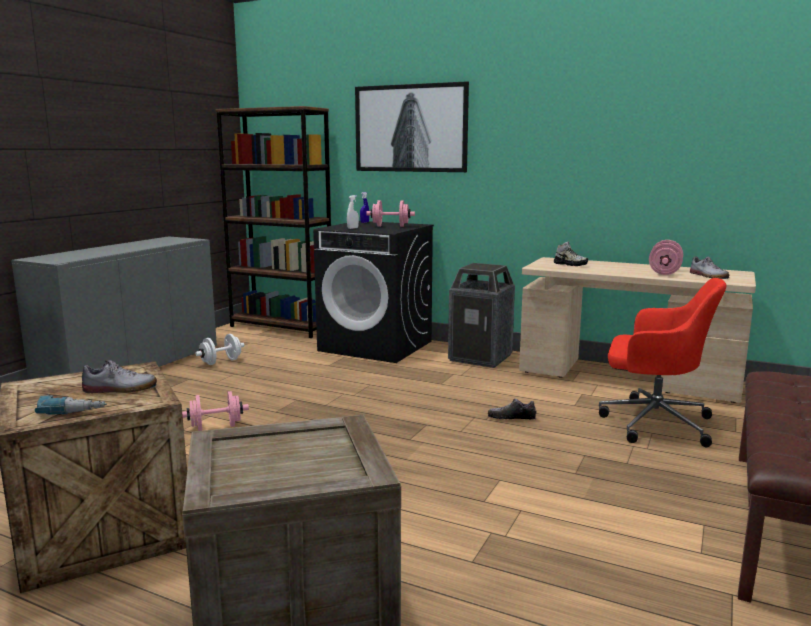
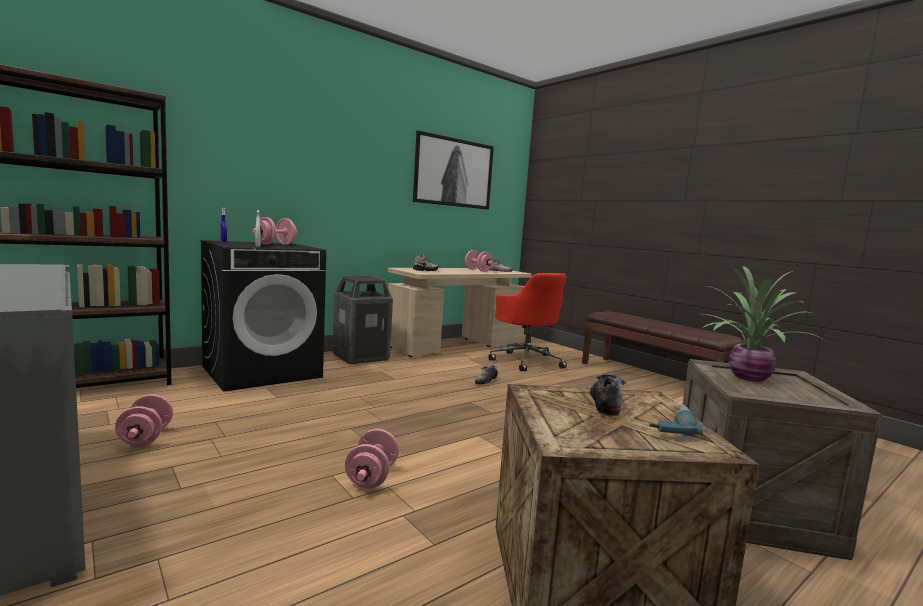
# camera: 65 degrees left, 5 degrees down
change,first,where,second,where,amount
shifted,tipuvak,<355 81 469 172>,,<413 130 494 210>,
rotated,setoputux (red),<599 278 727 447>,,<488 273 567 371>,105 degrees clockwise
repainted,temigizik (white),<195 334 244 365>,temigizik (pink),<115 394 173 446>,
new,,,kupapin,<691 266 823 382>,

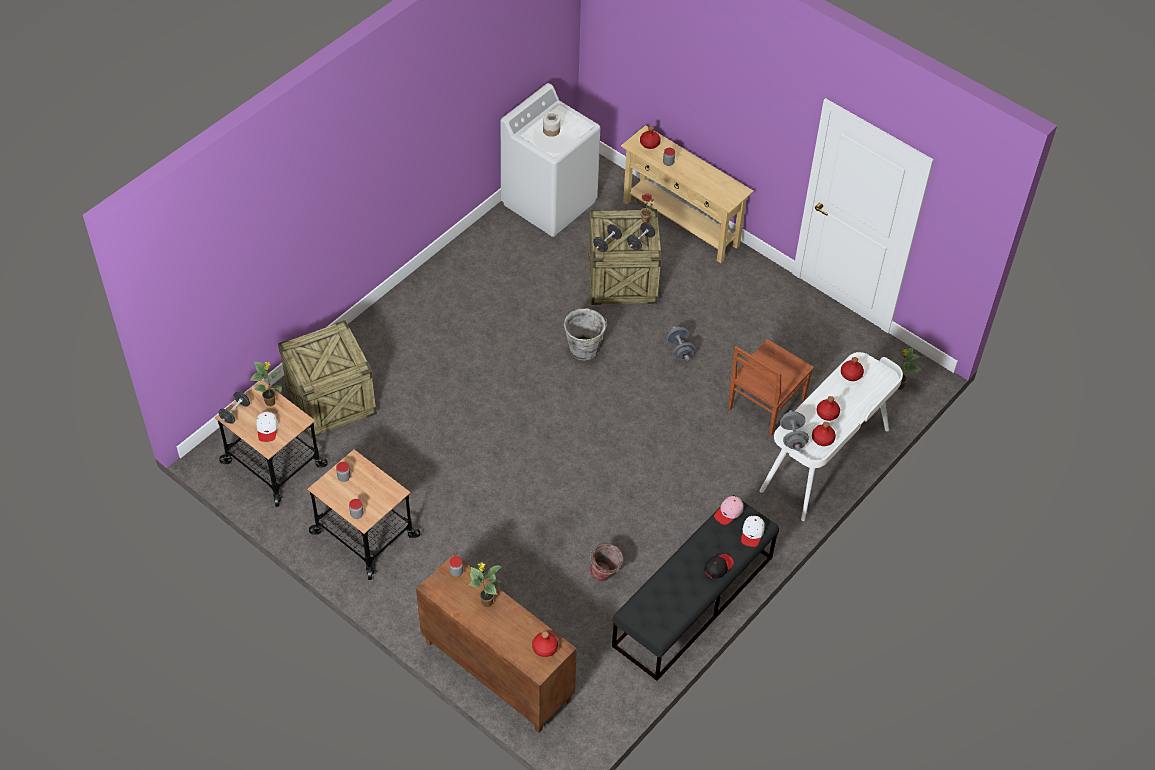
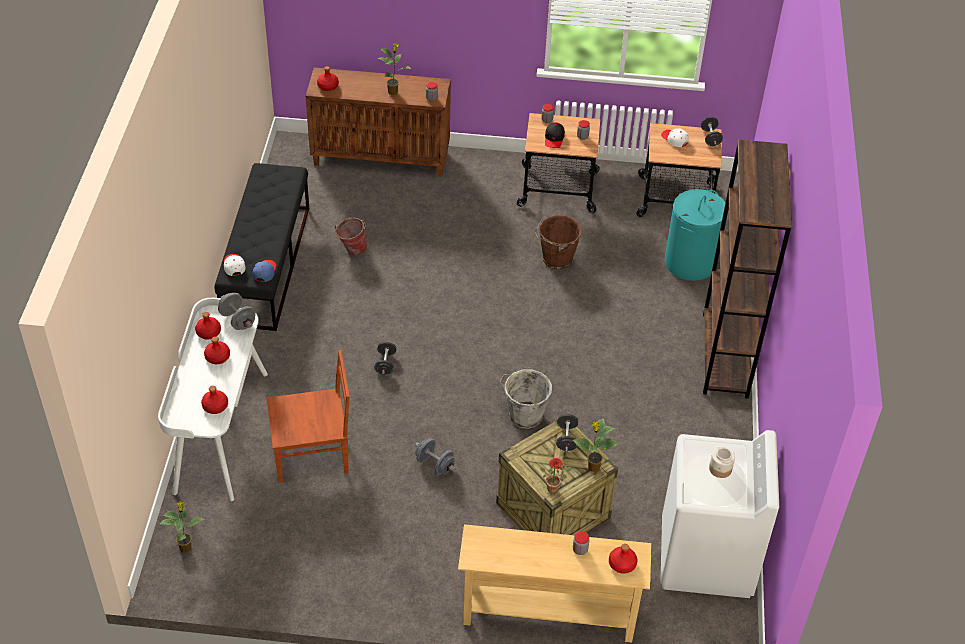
# camera: 145 degrees right, 5 degrees down
change,first,where,second,where,amount
shifted,temigizik (black),<627 222 655 250>,,<374 342 396 374>,
swapped,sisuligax,<278 320 377 438>,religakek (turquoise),<665 189 726 281>,
rotated,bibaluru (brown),<728 339 814 436>,,<267 350 350 483>,75 degrees clockwise
shifted,kupapin,<250 362 282 406>,,<573 419 619 472>,
repainted,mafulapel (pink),<714 496 743 525>,mafulapel (blue),<253 260 276 282>,
shifted,mafulapel (black),<704 554 734 579>,,<545 123 565 148>,
new,,,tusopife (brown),<703 139 792 399>,
new,,,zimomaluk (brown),<534 215 582 269>,

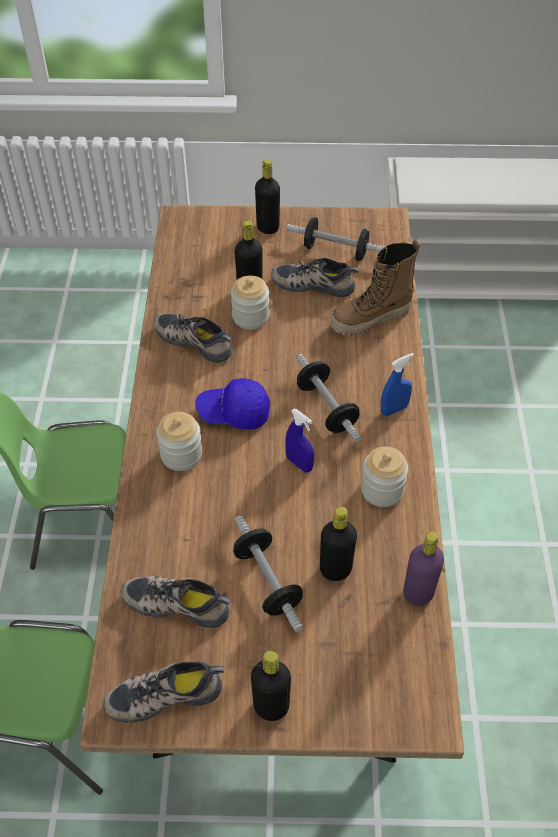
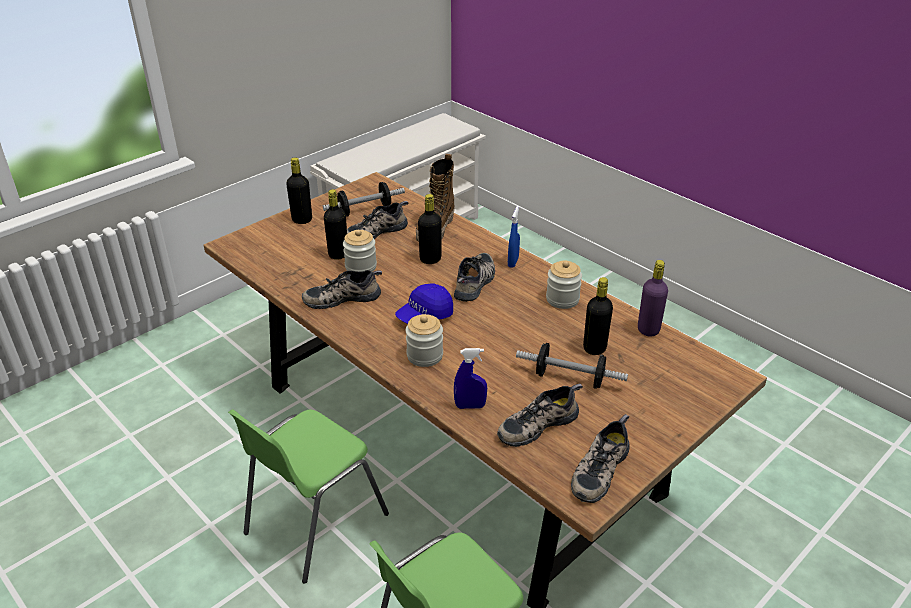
# camera: 45 degrees left, 15 degrees down
change,first,where,second,where,amount
swapped,temigizik,<296 354 362 443>,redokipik,<454 253 495 302>,
shifted,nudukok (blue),<285 409 314 472>,,<454 348 487 409>,
shifted,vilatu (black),<251 651 291 721>,,<418 194 442 264>,

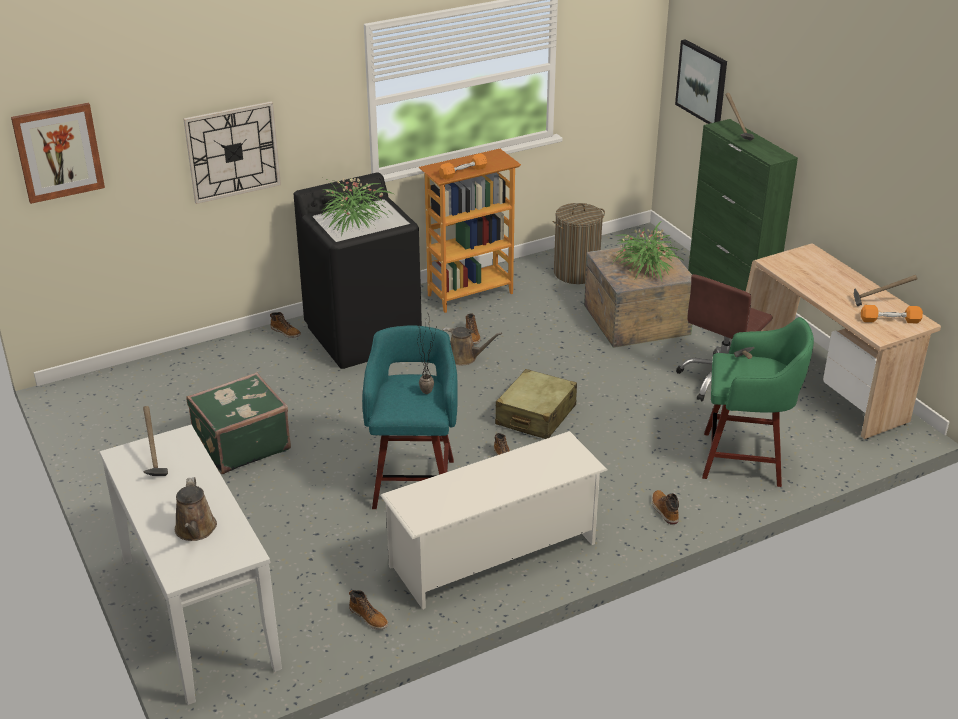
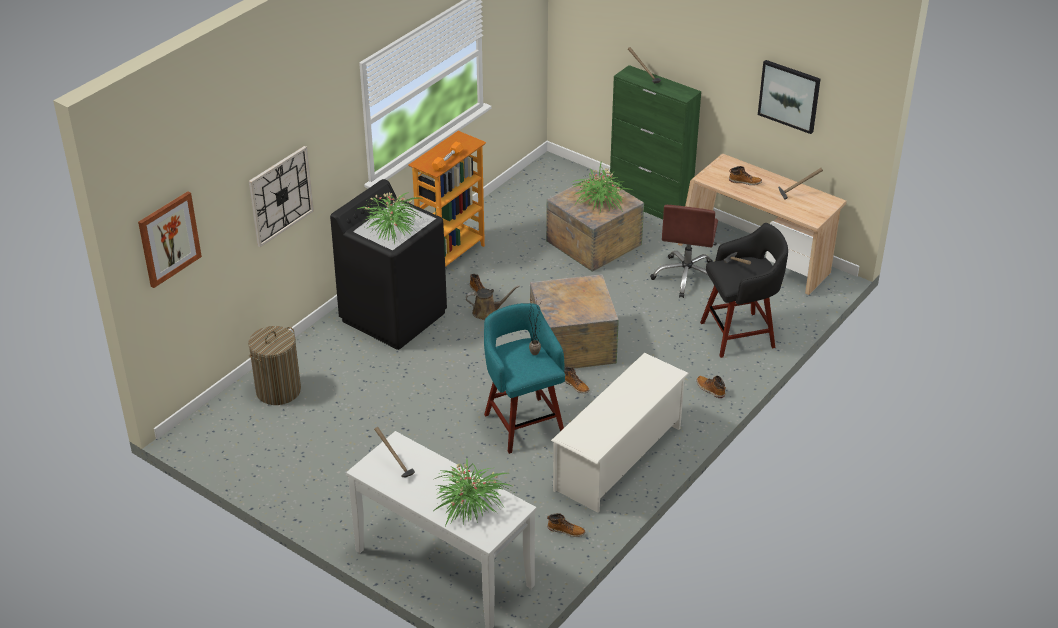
# camera: 25 degrees left, 5 degrees up
change,first,where,second,where,amount
shifted,tipuvak,<675 39 727 124>,,<758 60 821 134>,
shifted,religakek,<552 203 605 284>,,<248 326 301 405>,
gone,temigizik (orange),<861 305 923 323>,,,
shifted,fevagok,<270 312 301 338>,,<729 166 762 185>,
repainted,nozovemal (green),<702 317 814 487>,nozovemal (black),<700 223 788 358>,
swapped,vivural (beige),<495 369 577 439>,sisuligax,<530 274 619 368>,
gone,vivural (green),<186 372 291 474>,,,
swapped,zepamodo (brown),<175 477 217 541>,kupapin,<434 459 514 526>,

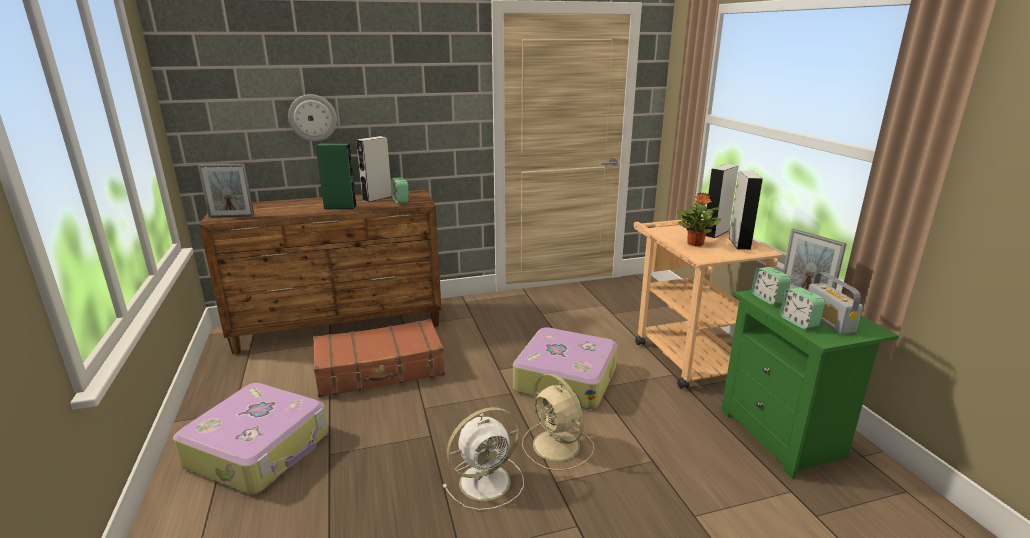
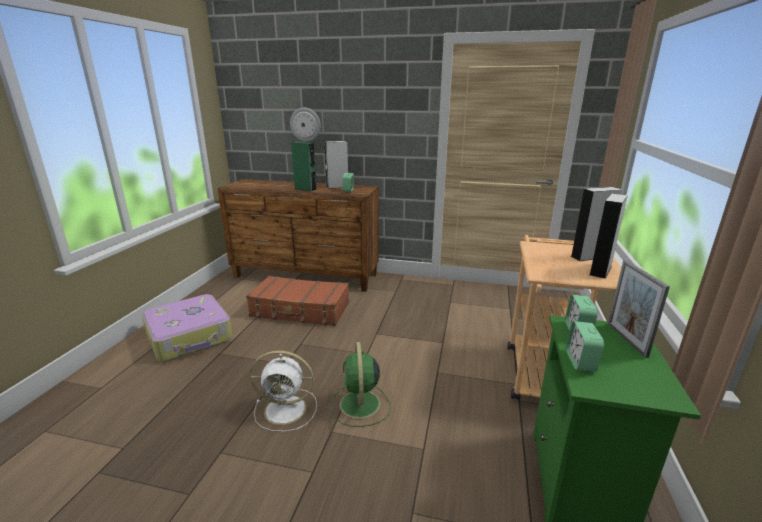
# camera: 30 degrees right, 0 degrees up
change,first,where,second,where,amount
gone,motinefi,<198 164 255 218>,,,
gone,kupapin,<677 192 721 246>,,,
gone,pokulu,<808 272 863 334>,,,
gone,vivural,<513 327 618 409>,,,
repainted,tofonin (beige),<522 373 594 471>,tofonin (green),<332 342 391 427>,

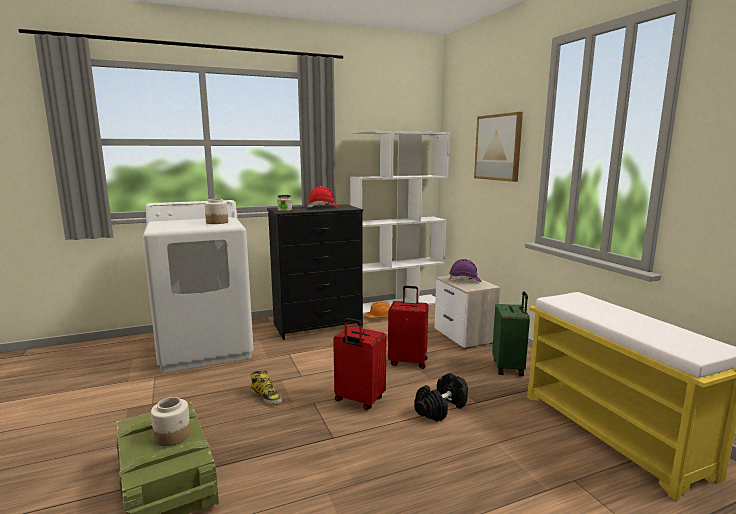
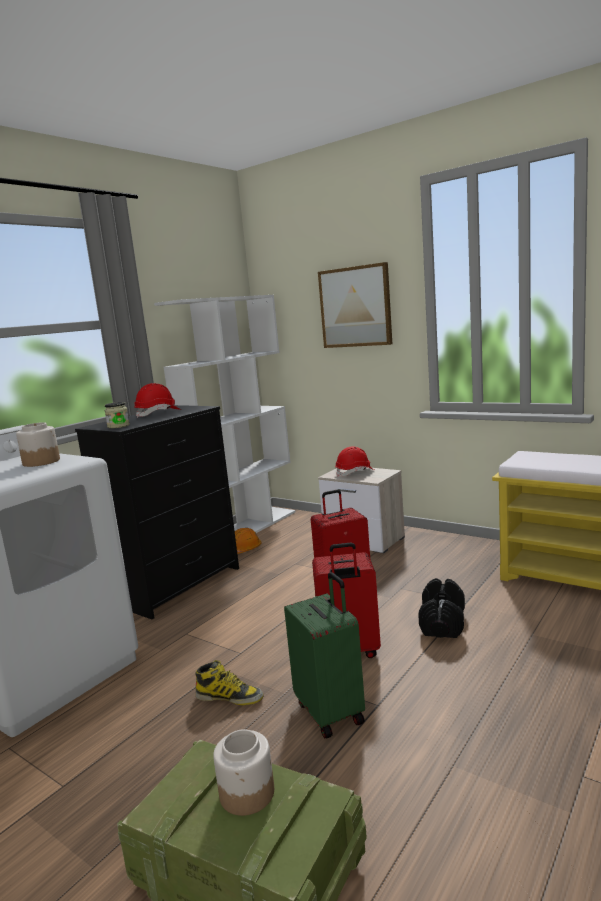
# camera: 30 degrees left, 0 degrees up
change,first,where,second,where,amount
repainted,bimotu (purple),<449 259 481 282>,bimotu (red),<335 446 374 477>,
shifted,vivural (green),<492 291 530 376>,,<284 572 365 738>,

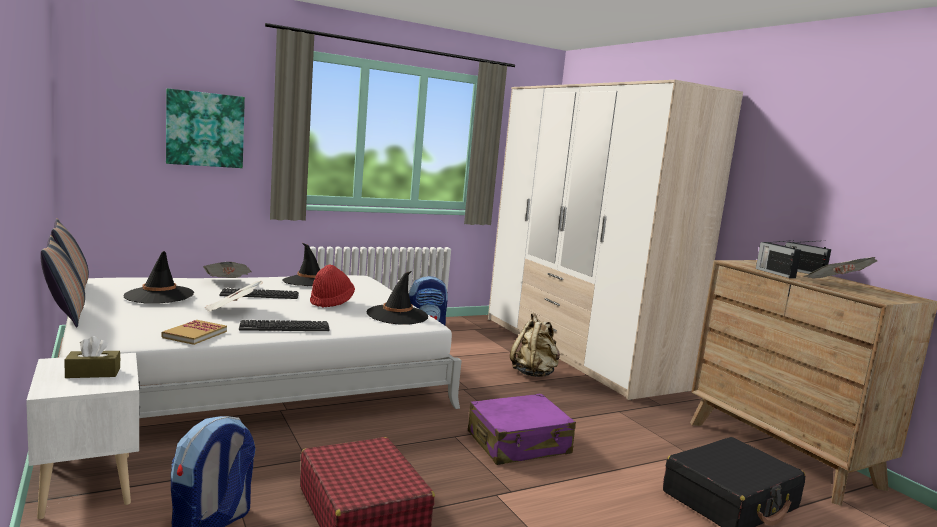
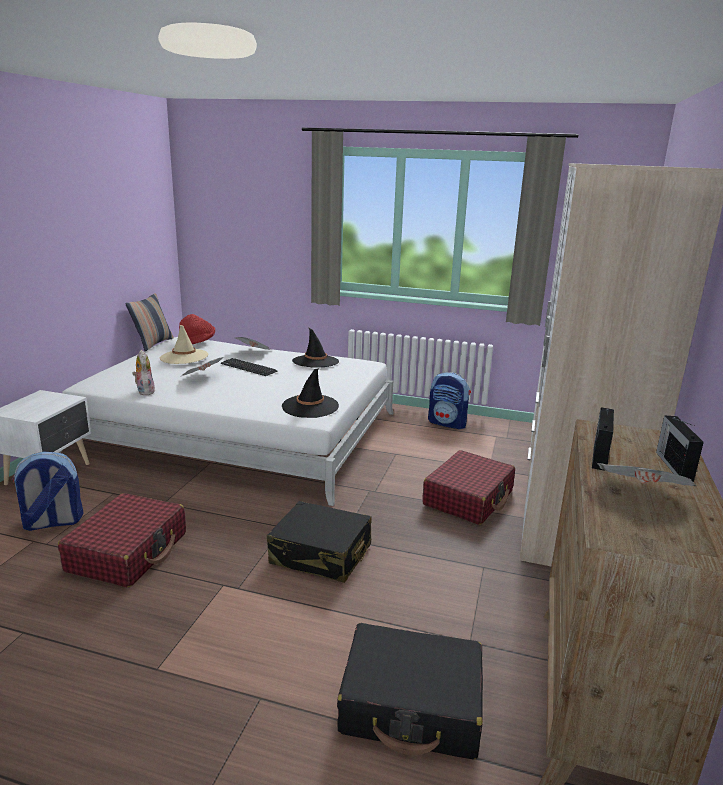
# camera: 45 degrees right, 10 degrees up
change,first,where,second,where,amount
gone,tipuvak,<166 88 245 168>,,,
gone,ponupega,<40 235 85 327>,,,
repainted,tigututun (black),<123 251 194 304>,tigututun (beige),<160 325 209 364>,
shifted,tigututun (red),<310 264 355 308>,,<179 314 215 344>,
swapped,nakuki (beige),<510 313 560 377>,vivural (red),<422 450 515 525>,
swapped,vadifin,<161 320 227 345>,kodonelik,<132 350 155 395>,
gone,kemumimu,<239 320 330 331>,,,
gone,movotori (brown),<64 336 120 378>,,,
repainted,vivural (purple),<468 394 576 465>,vivural (black),<267 501 372 583>,

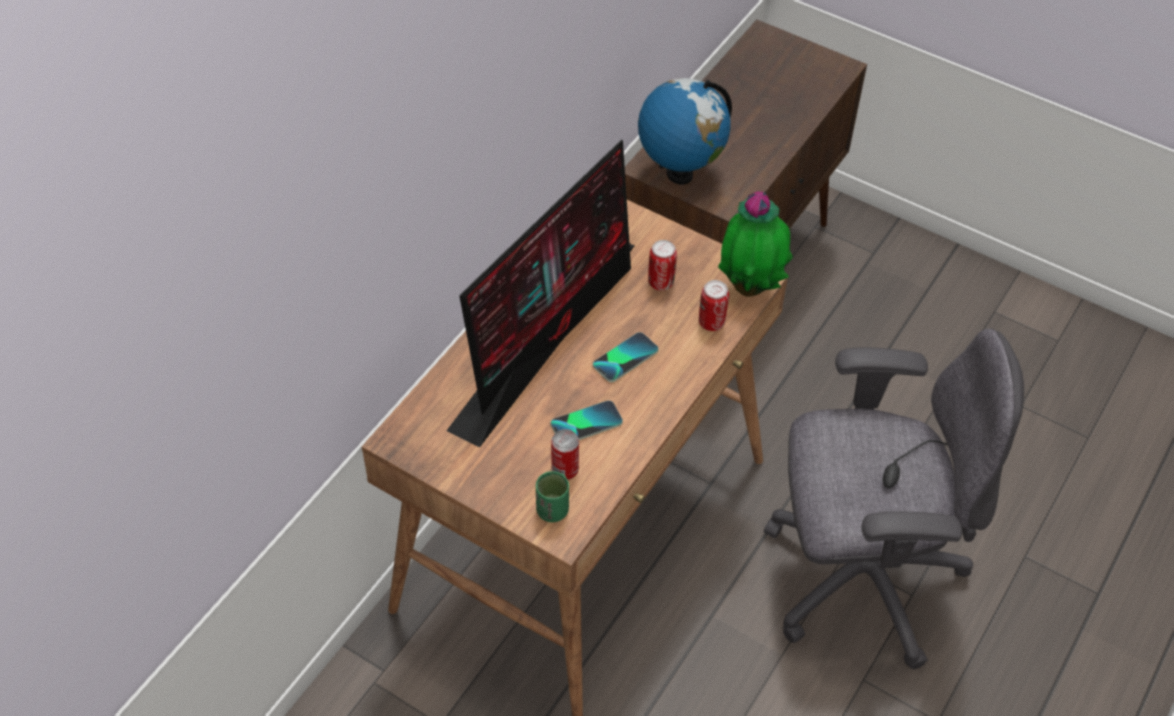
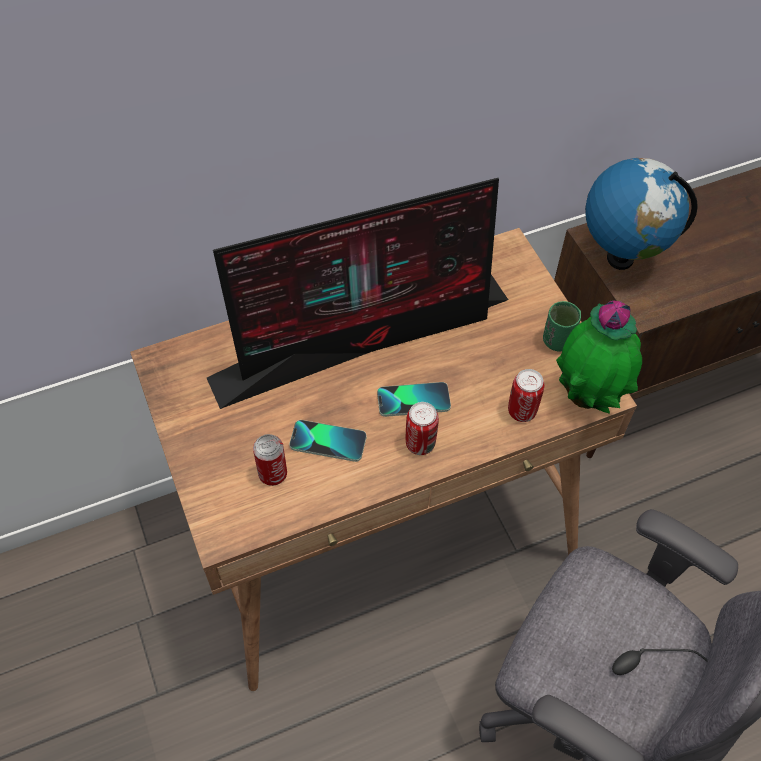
# camera: 35 degrees right, 5 degrees up
change,first,where,second,where,amount
shifted,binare,<648 240 677 291>,,<406 402 439 455>,
shifted,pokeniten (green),<536 471 569 522>,,<543 301 581 351>,

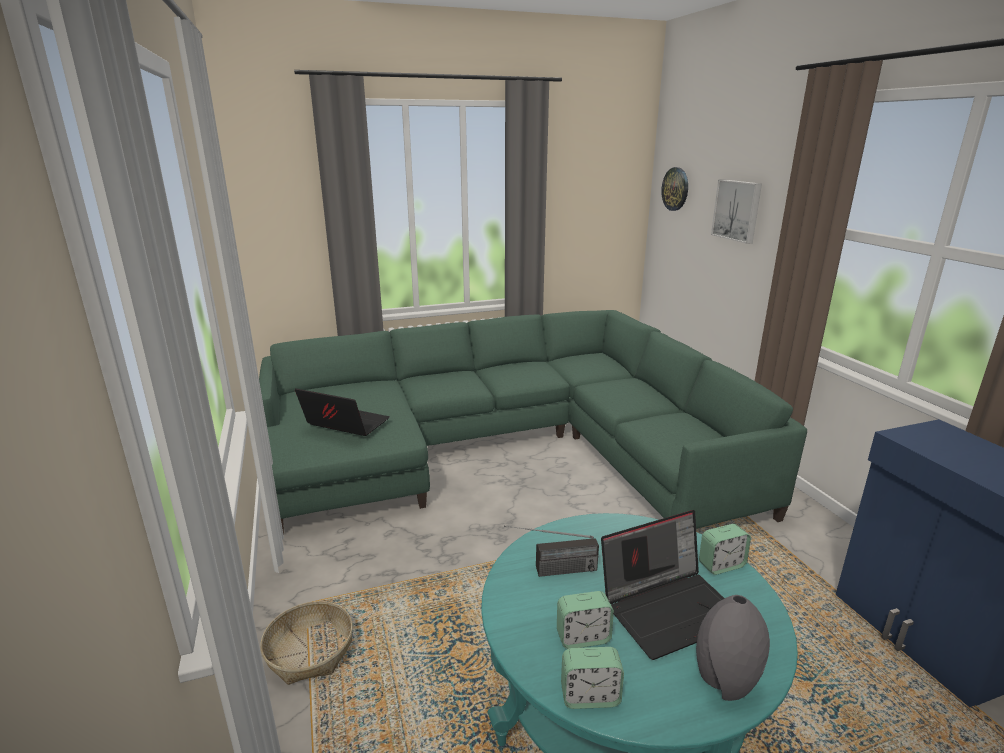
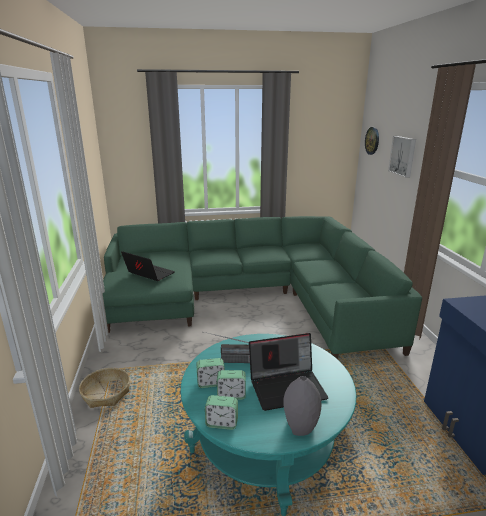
# camera: 10 degrees right, 0 degrees up
change,first,where,second,where,amount
shifted,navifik,<699 524 751 575>,,<196 358 225 388>,

